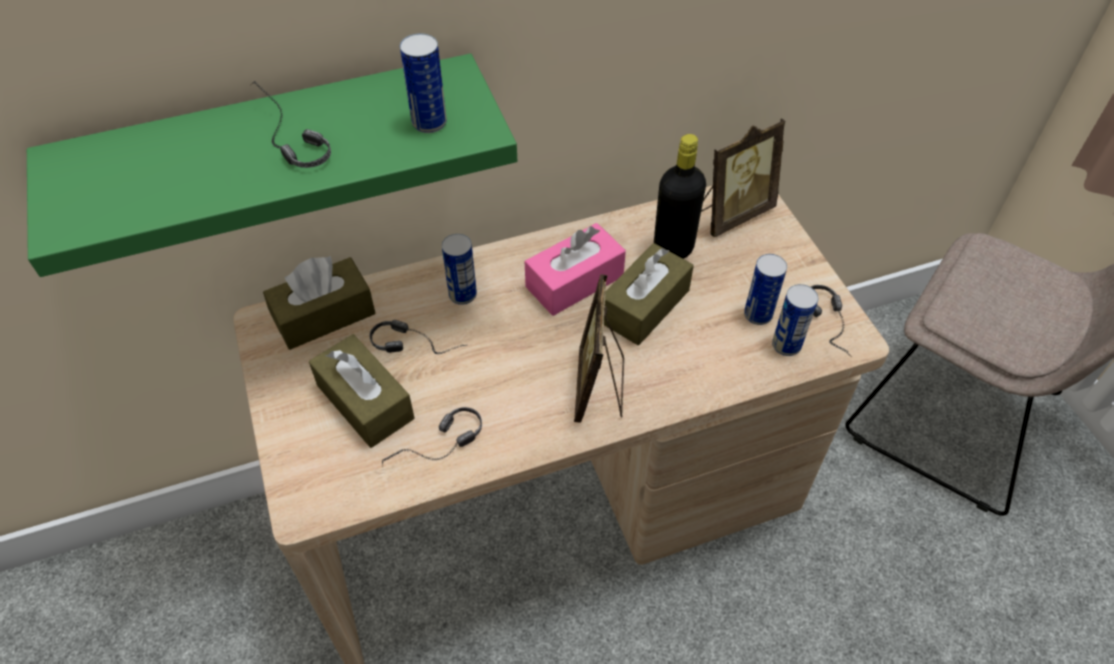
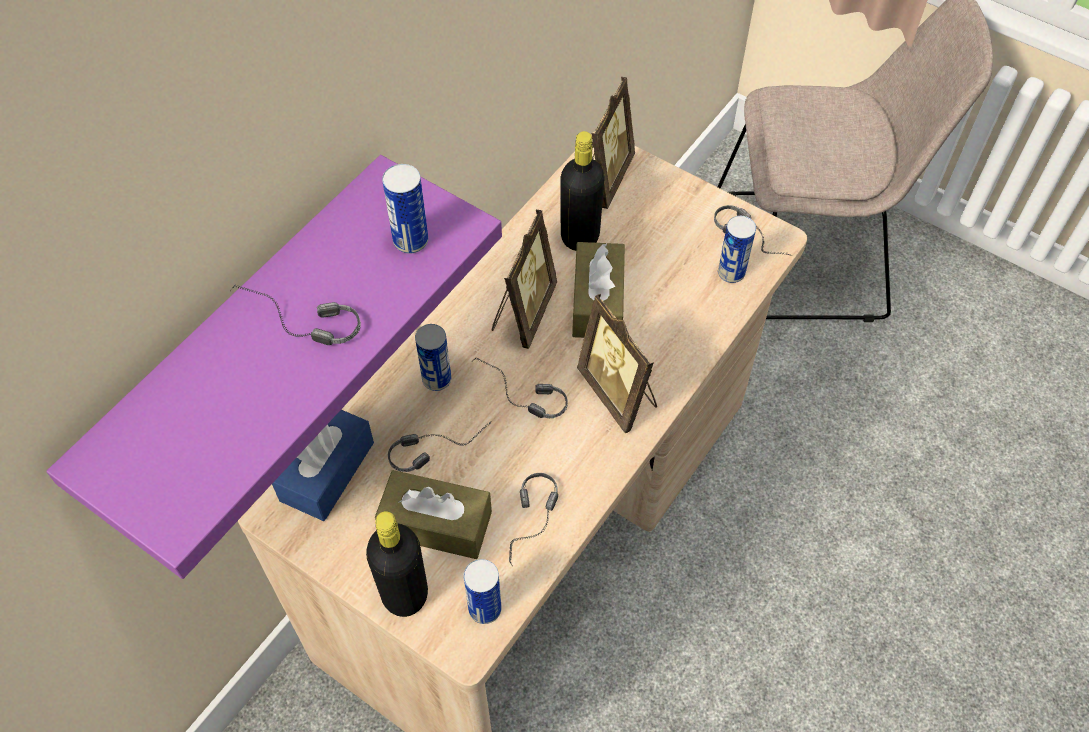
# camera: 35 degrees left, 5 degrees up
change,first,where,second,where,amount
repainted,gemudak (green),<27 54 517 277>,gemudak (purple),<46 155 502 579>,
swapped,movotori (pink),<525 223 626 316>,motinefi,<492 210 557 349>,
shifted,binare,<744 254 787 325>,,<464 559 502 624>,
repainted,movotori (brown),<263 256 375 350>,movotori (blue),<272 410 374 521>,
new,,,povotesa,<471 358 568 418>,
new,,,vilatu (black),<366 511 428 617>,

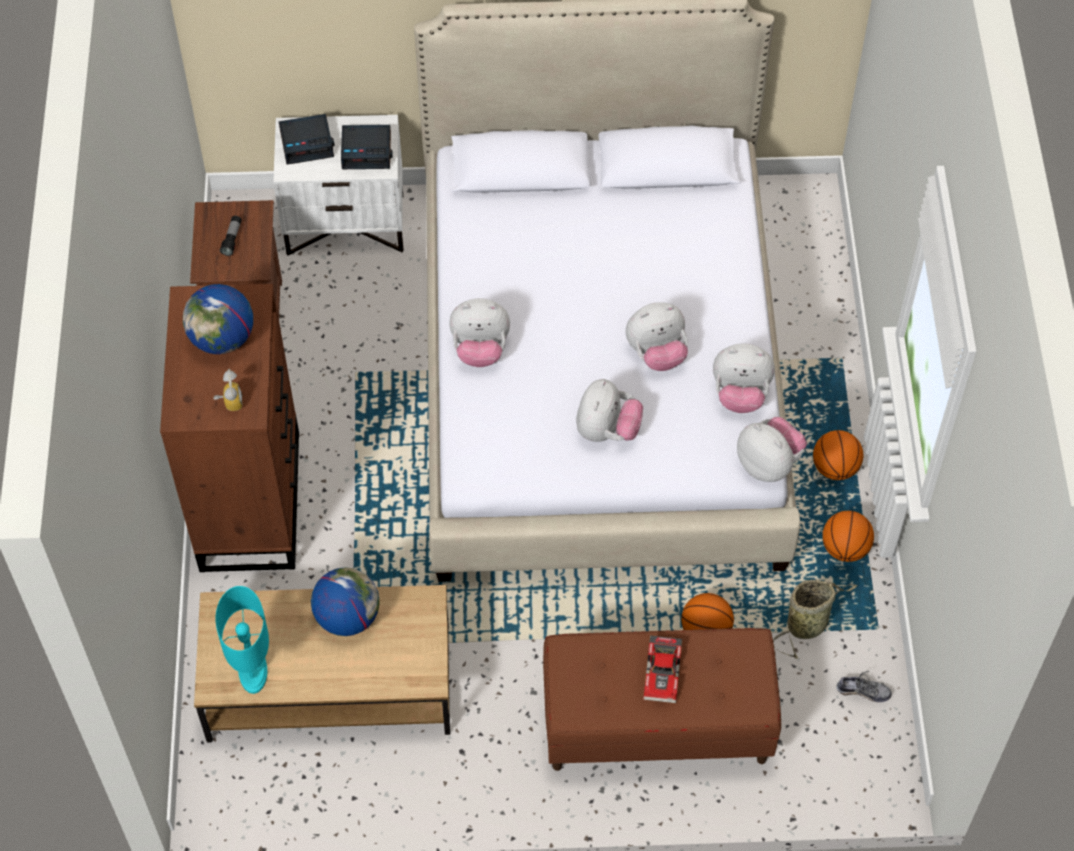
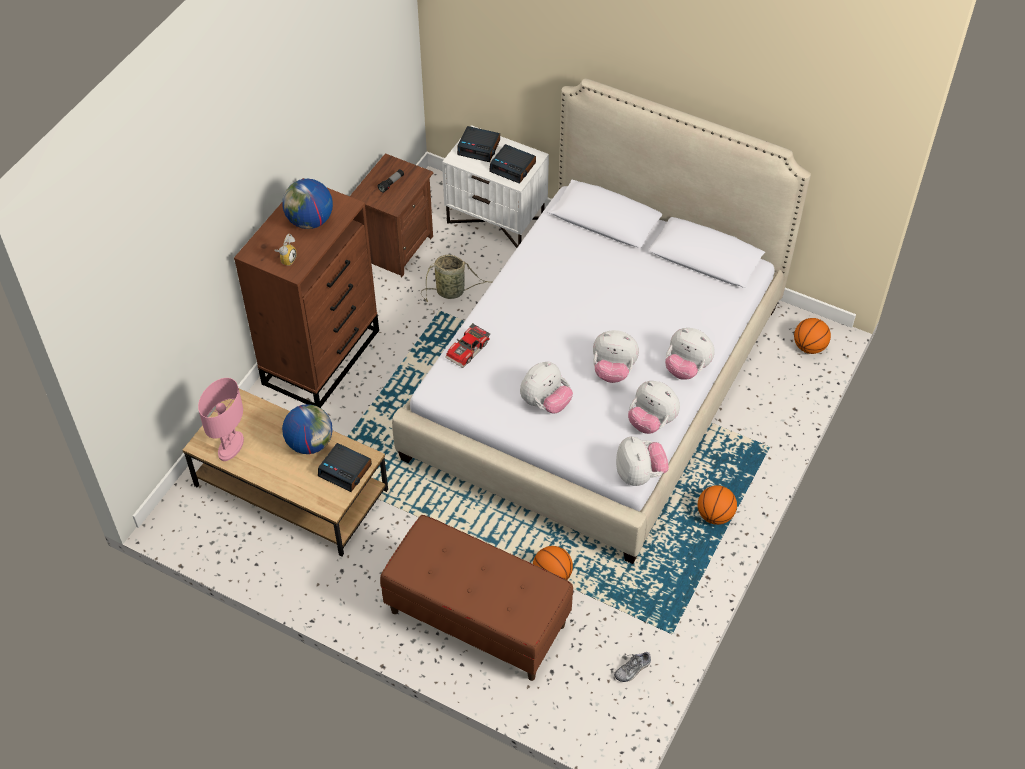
# camera: 30 degrees right, 5 degrees down
change,first,where,second,where,amount
shifted,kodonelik,<449 298 510 367>,,<665 328 715 380>,
shifted,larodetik,<822 511 874 562>,,<794 318 831 354>,
shifted,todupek,<773 580 857 659>,,<421 254 492 302>,
repainted,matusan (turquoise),<215 586 269 694>,matusan (pink),<198 378 244 461>,
shifted,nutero,<643 635 682 703>,,<445 323 491 368>,
rotated,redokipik,<836 671 892 702>,,<614 652 651 682>,105 degrees clockwise
new,,,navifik,<318 443 372 492>,

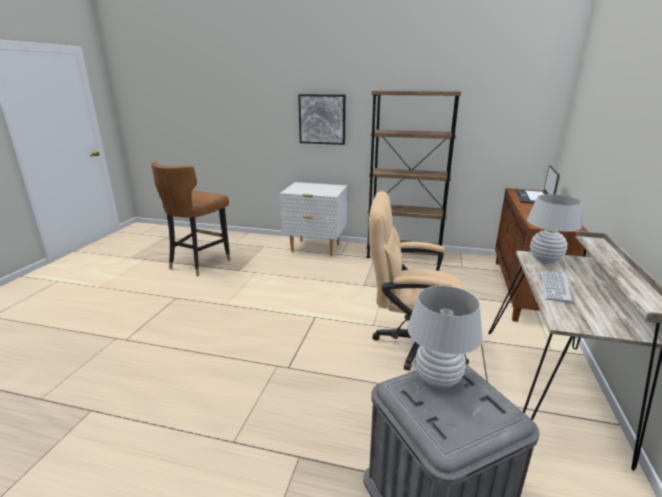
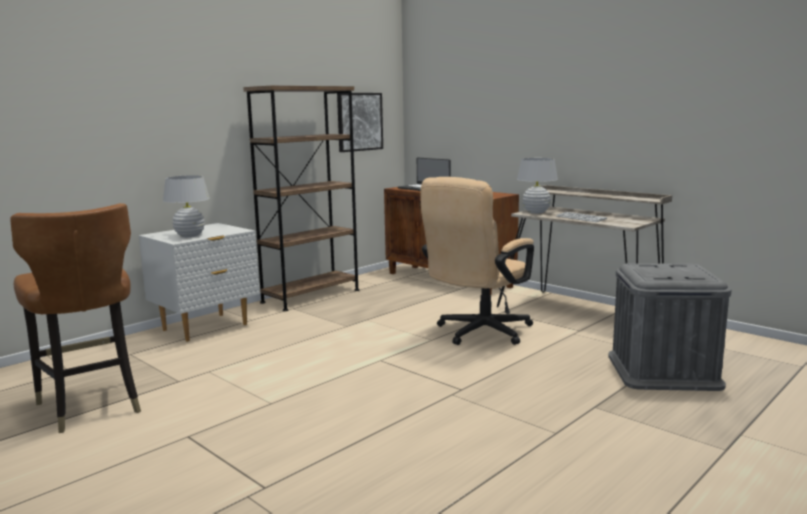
# camera: 60 degrees left, 10 degrees down
change,first,where,second,where,amount
shifted,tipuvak,<298 94 346 145>,,<337 93 383 152>,
shifted,matusan (white),<407 286 483 388>,,<163 175 210 237>,

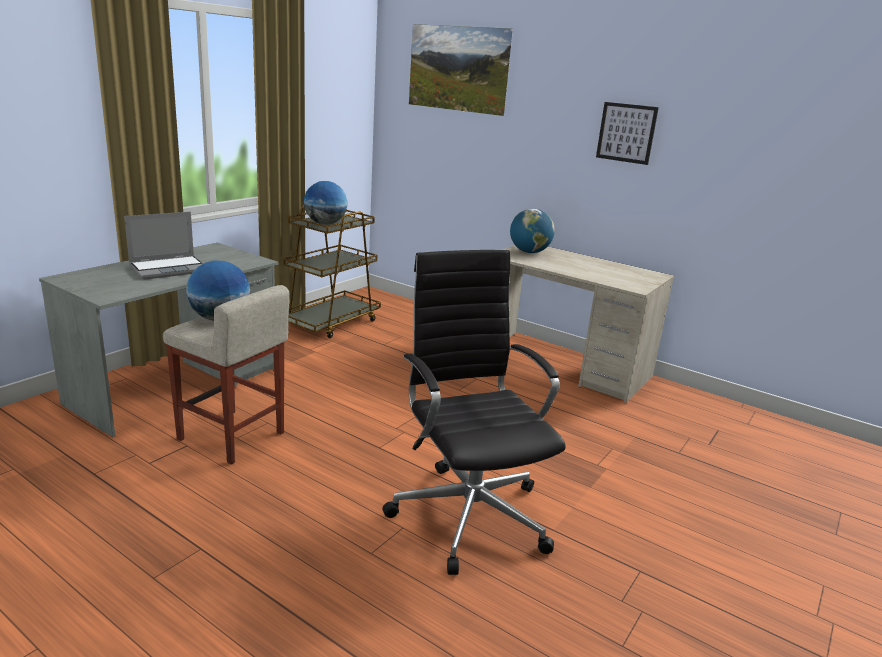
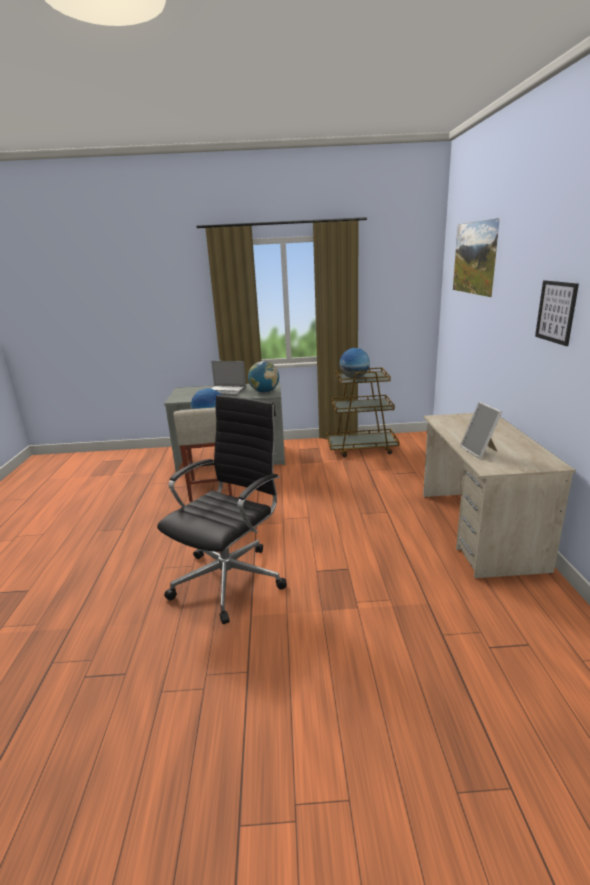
# camera: 55 degrees right, 0 degrees up
change,first,where,second,where,amount
shifted,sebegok,<510 209 555 253>,,<248 361 279 393>,
new,,,motinefi,<460 402 502 459>,

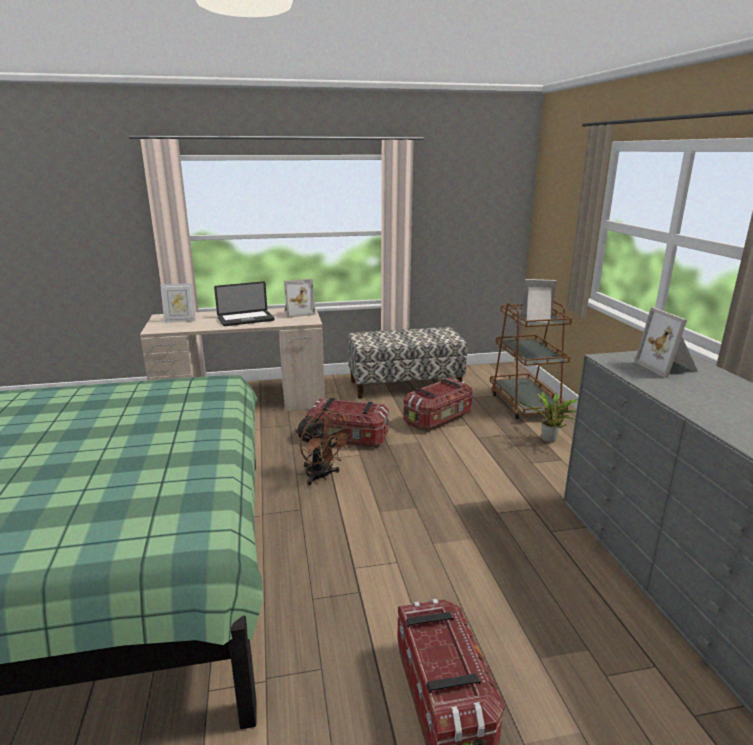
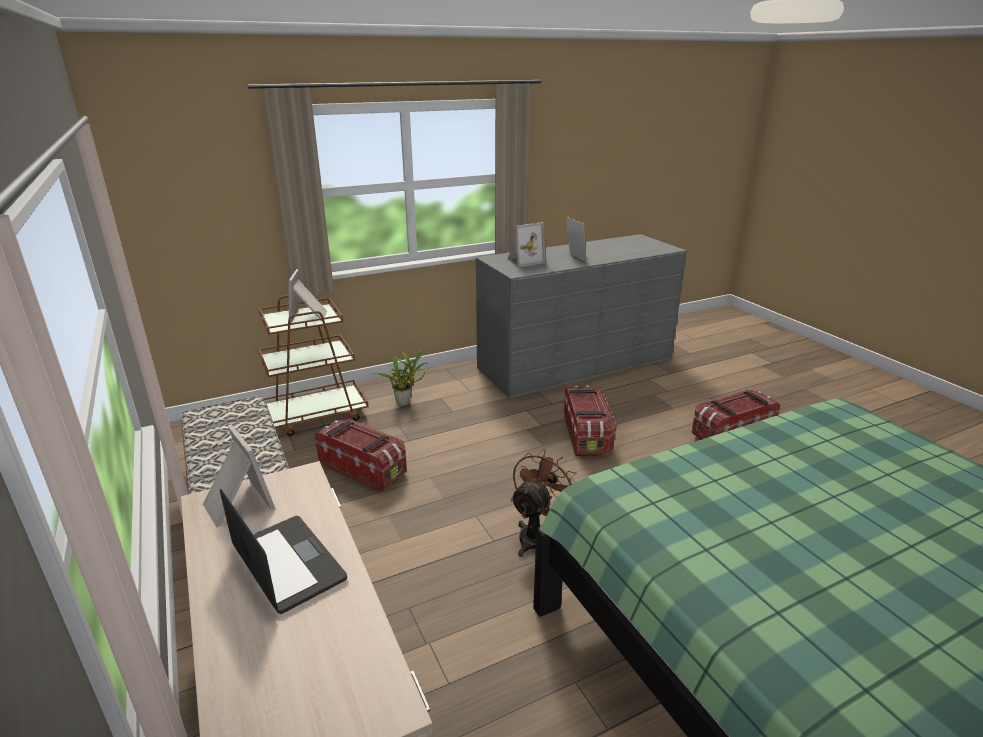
# camera: 105 degrees left, 5 degrees up
change,first,where,second,where,amount
shifted,motinefi,<160 283 195 322>,,<566 217 587 262>,
shifted,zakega,<307 398 389 448>,,<564 385 617 457>,

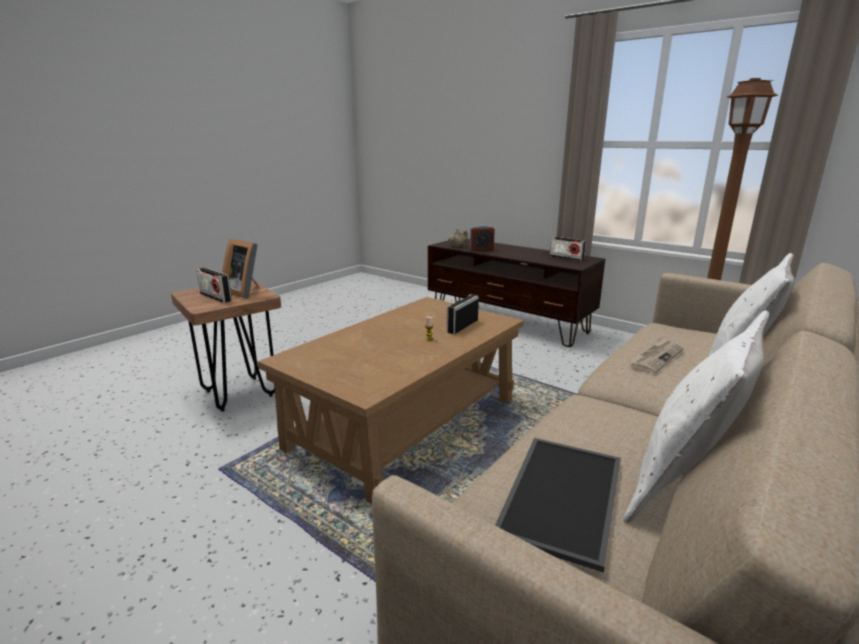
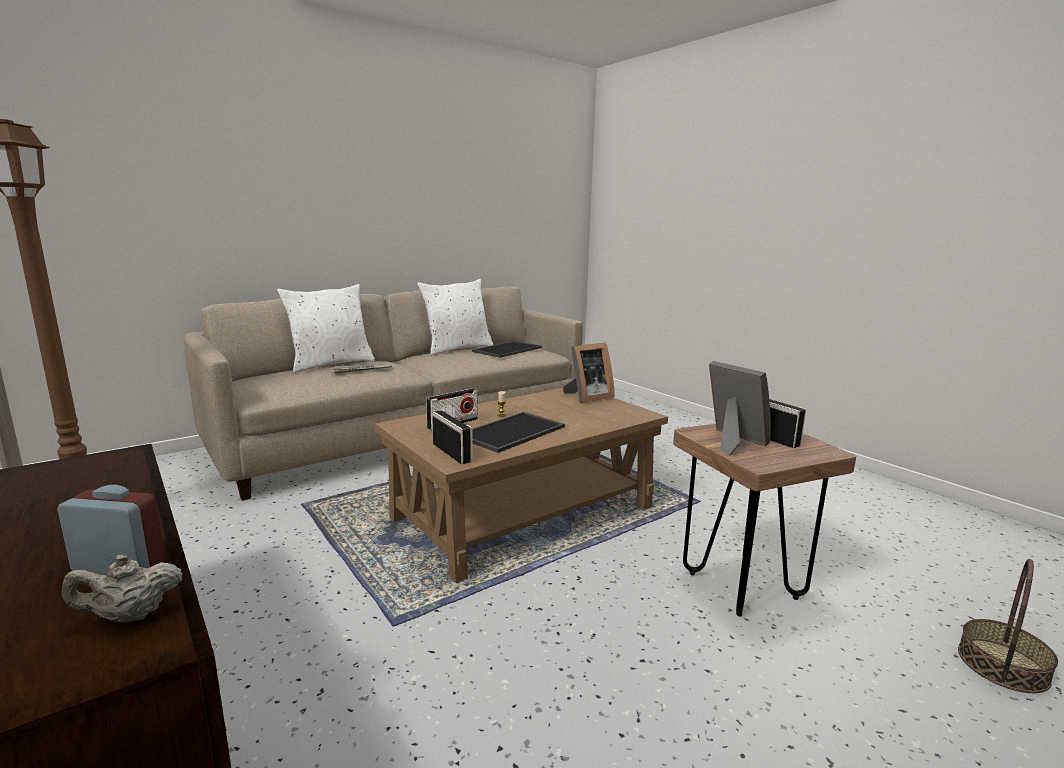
# camera: 165 degrees left, 5 degrees down
change,first,where,second,where,amount
shifted,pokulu,<550 237 586 261>,,<432 410 473 464>,
new,,,motinefi,<563 342 615 403>,
new,,,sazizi,<472 412 565 453>,
new,,,todupek,<958 559 1058 693>,

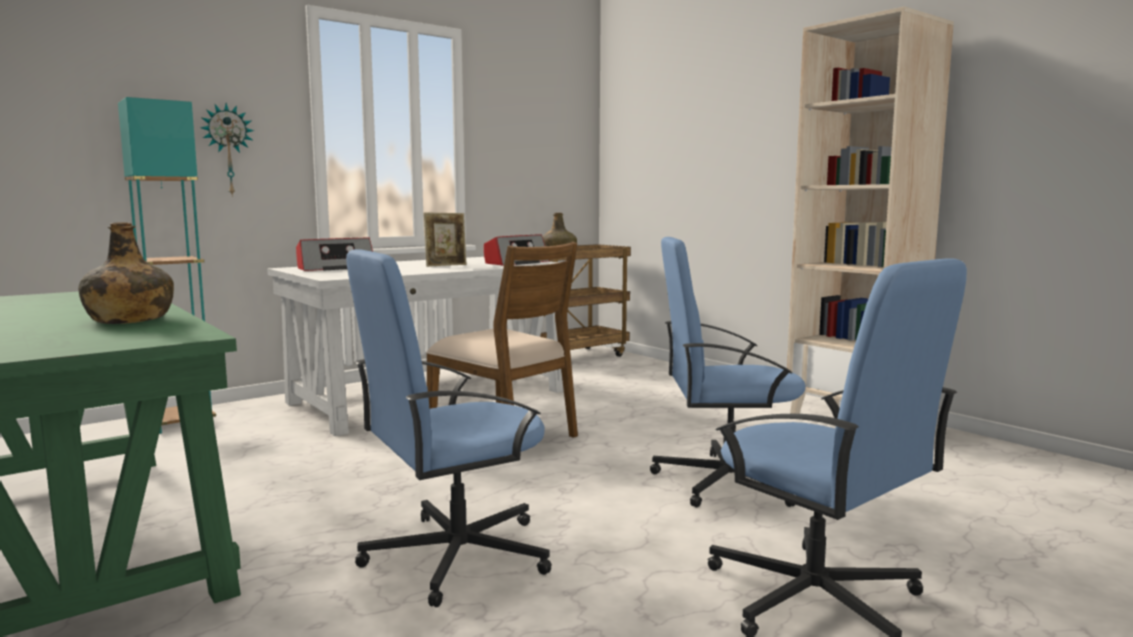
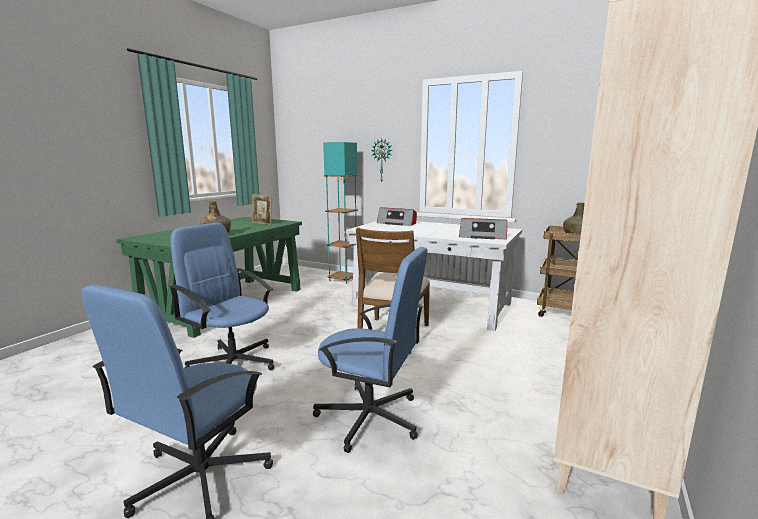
# camera: 65 degrees right, 5 degrees up
change,first,where,second,where,amount
shifted,motinefi,<423 213 466 267>,,<252 194 272 225>,
rotated,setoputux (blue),<650 237 806 507>,,<313 247 428 453>,135 degrees clockwise

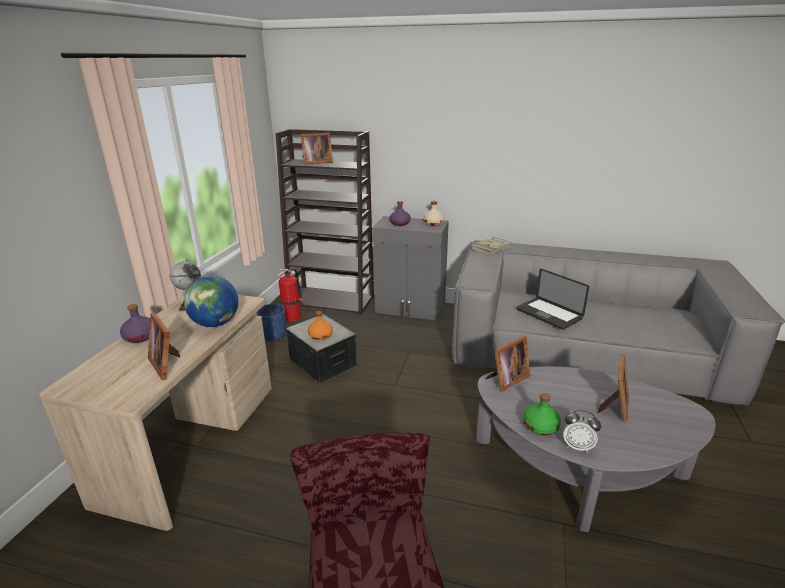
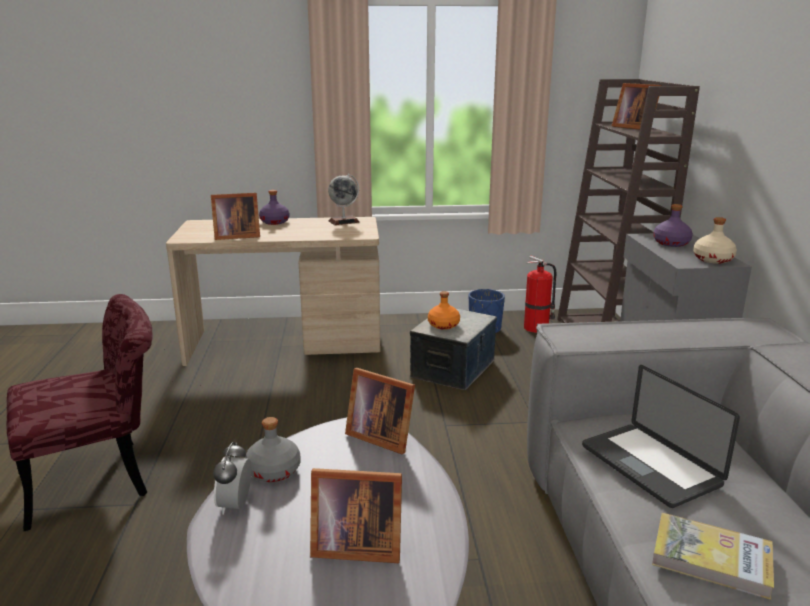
# camera: 70 degrees right, 5 degrees down
change,first,where,second,where,amount
shifted,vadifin,<472 237 511 256>,,<652 513 774 600>,
rotated,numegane,<516 269 589 330>,,<582 365 740 508>,60 degrees counterclockwise
gone,sebegok,<184 276 238 327>,,,
rotated,motinefi,<148 313 180 380>,,<211 193 260 240>,135 degrees counterclockwise
repainted,vilatu (green),<523 393 561 435>,vilatu (grey),<245 417 300 482>,

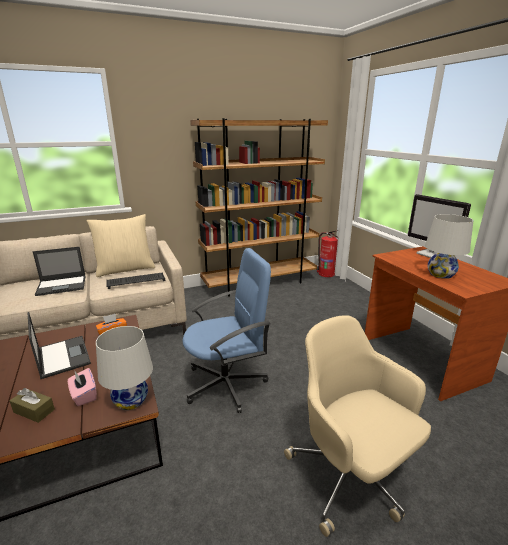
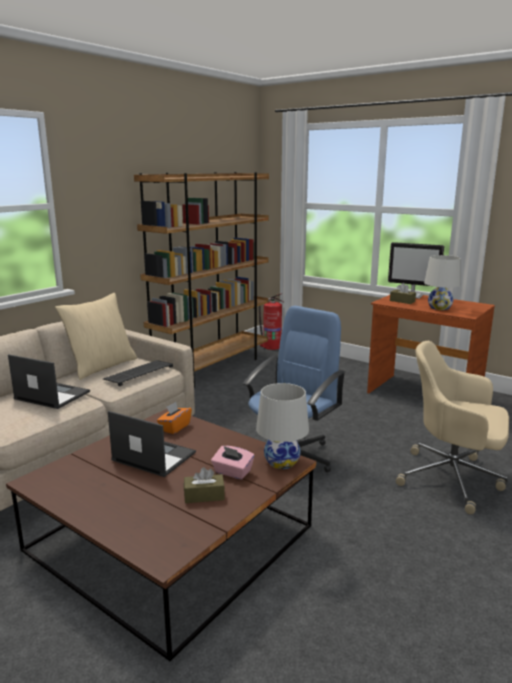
# camera: 30 degrees left, 5 degrees down
change,first,where,second,where,amount
rotated,numegane,<32 246 85 296>,,<8 354 90 409>,105 degrees counterclockwise
new,,,movotori (brown),<390 283 416 304>,

